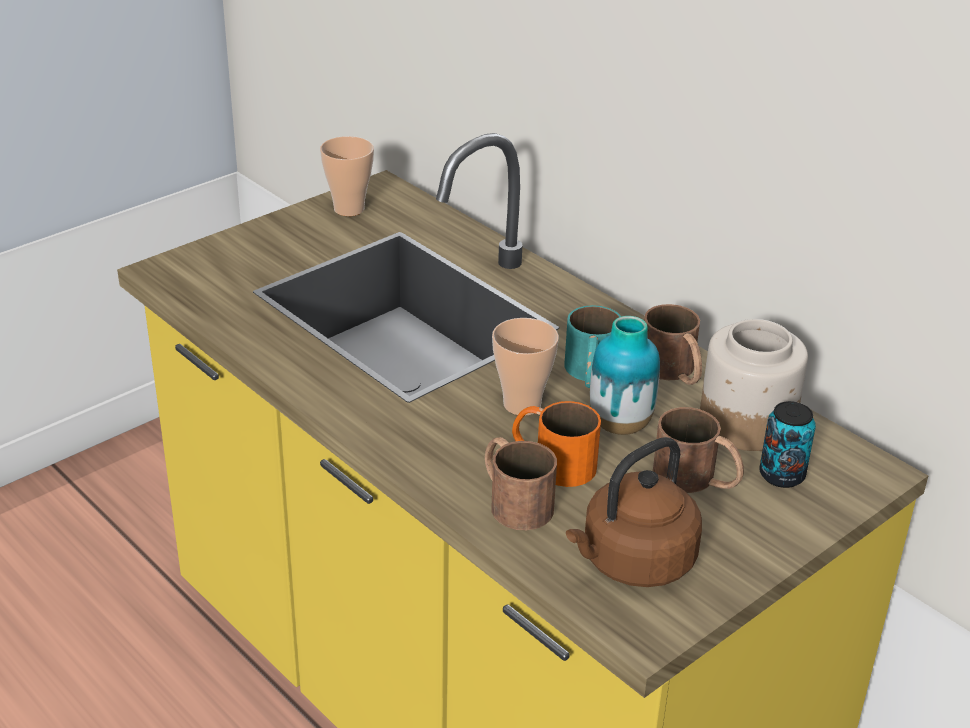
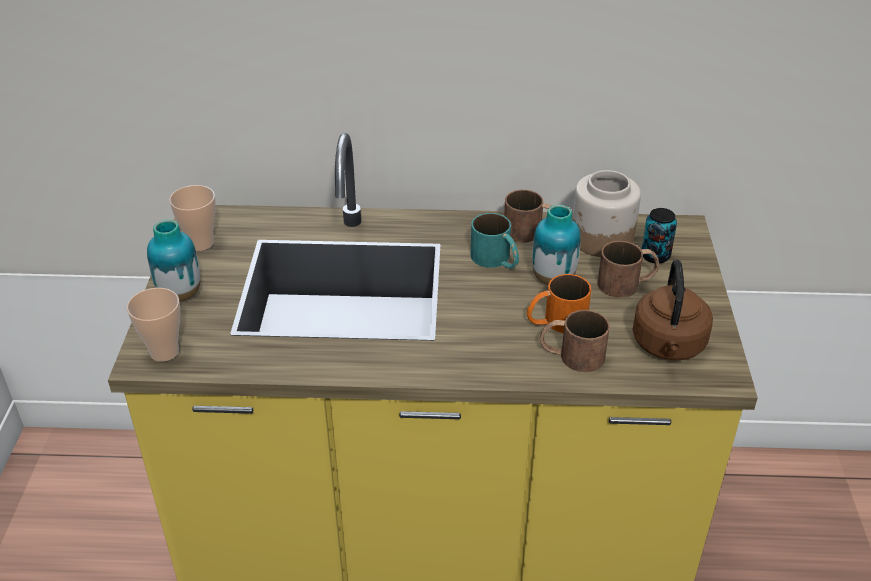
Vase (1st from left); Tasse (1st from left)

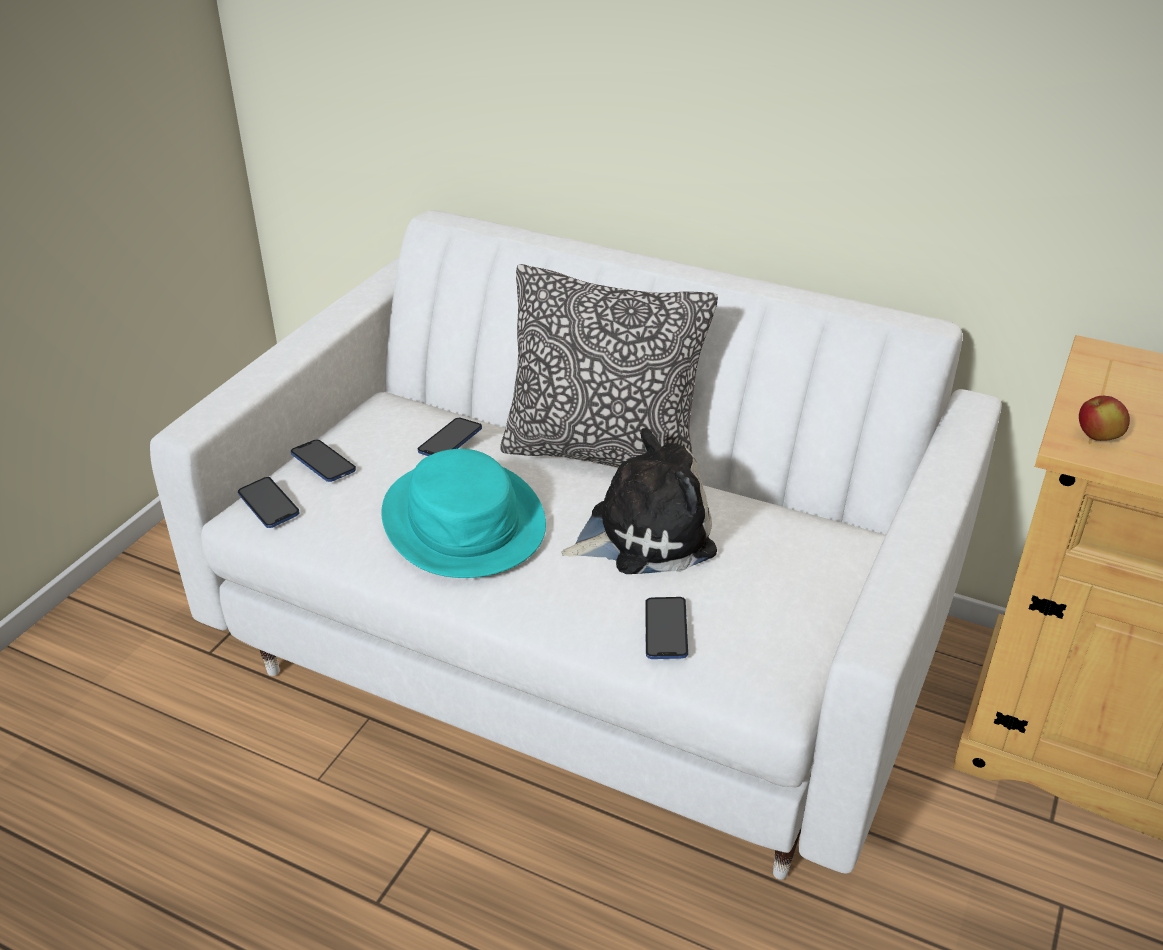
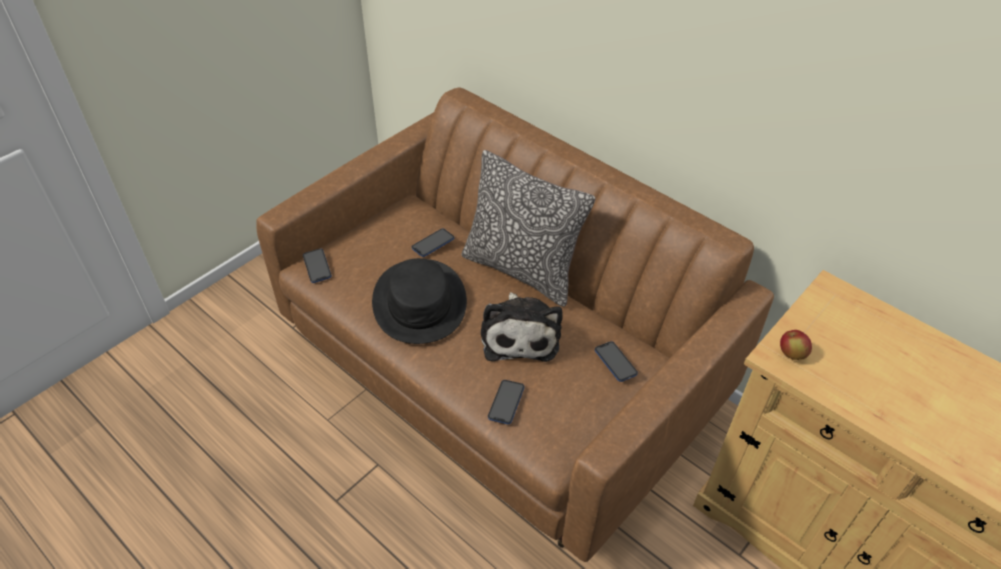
Handy (4th from left); Sofa/braun; Hut/schwarz; Plüschtier

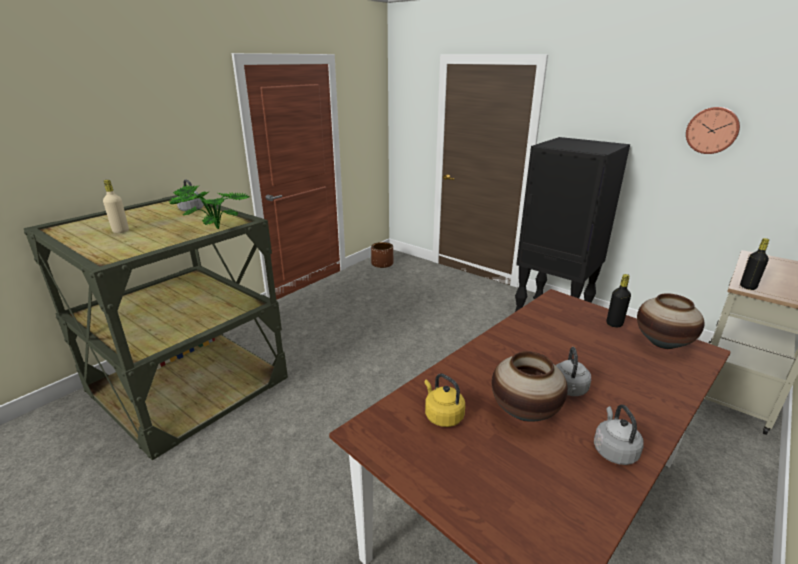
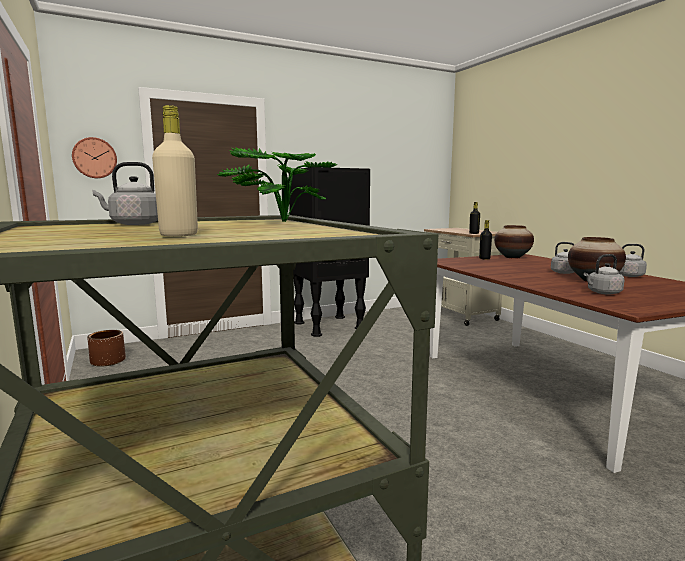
Wanduhr; Wasserkessel/grau (3rd from left)

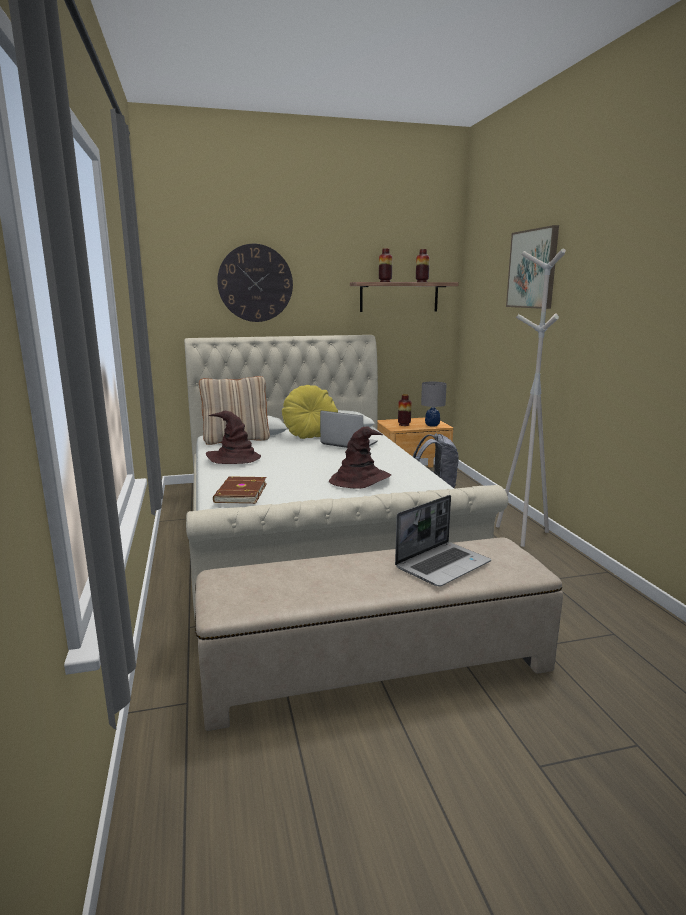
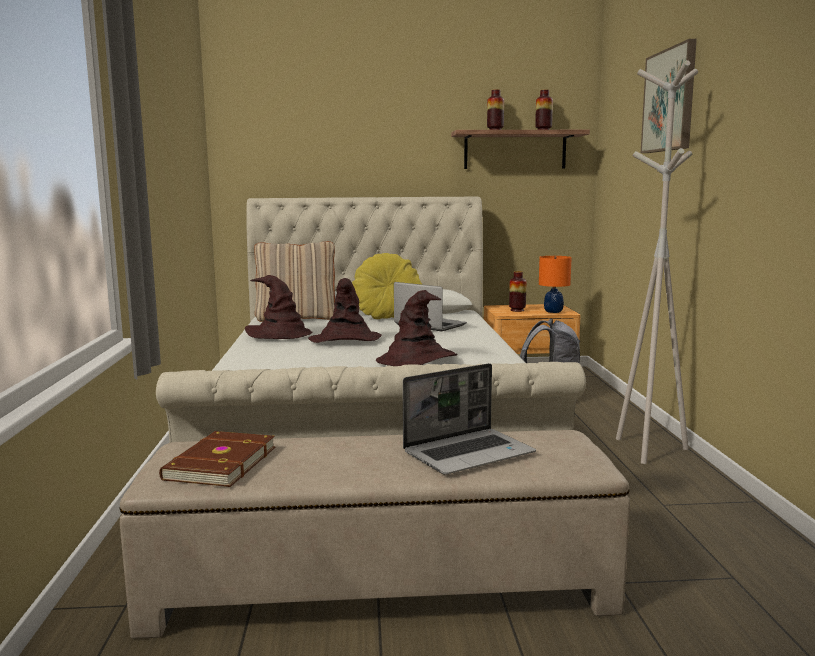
Wanduhr; Hut/braun (2nd from left); Buch/braun; Tischlampe/orange

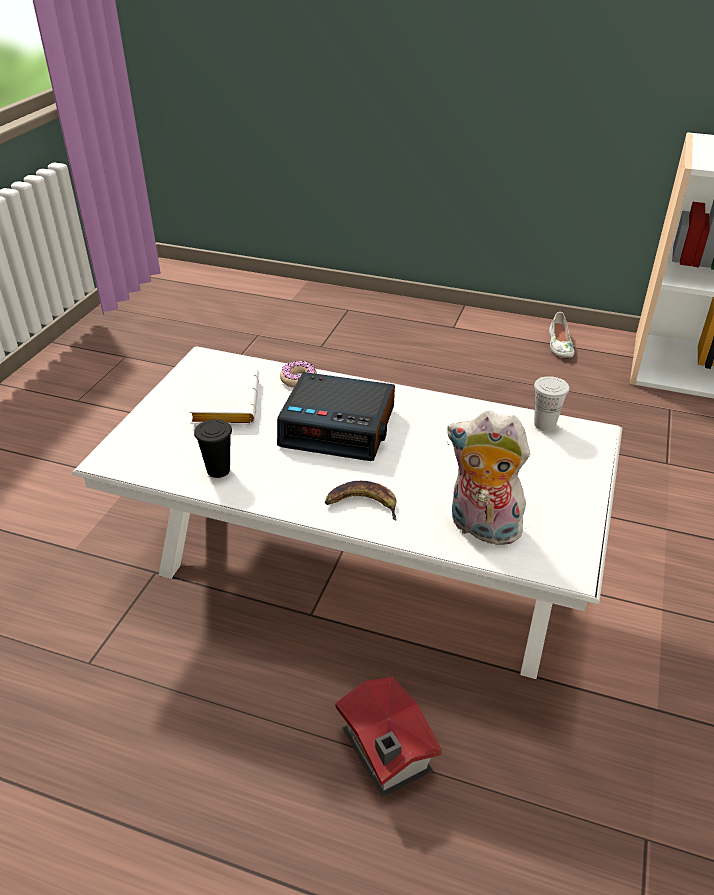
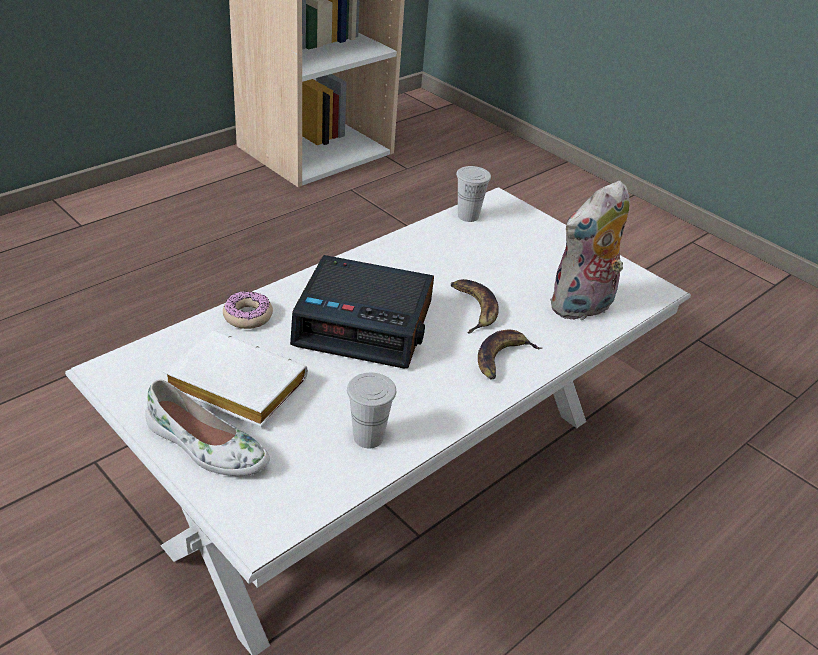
Spielzeughaus; Banane (1st from left); Schuh/weiß; Tasse/weiß (1st from left); Wecker

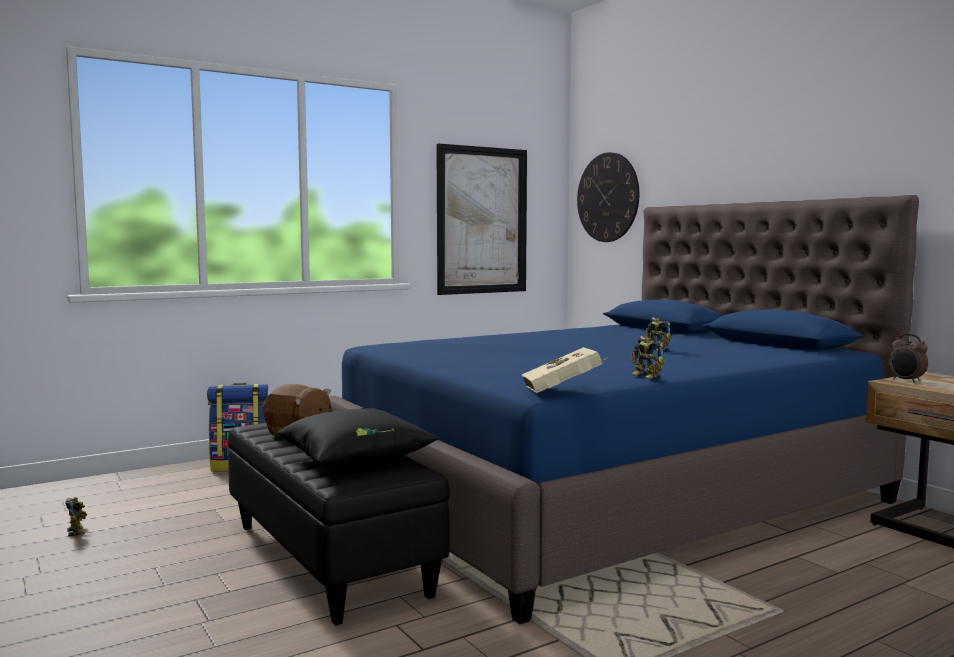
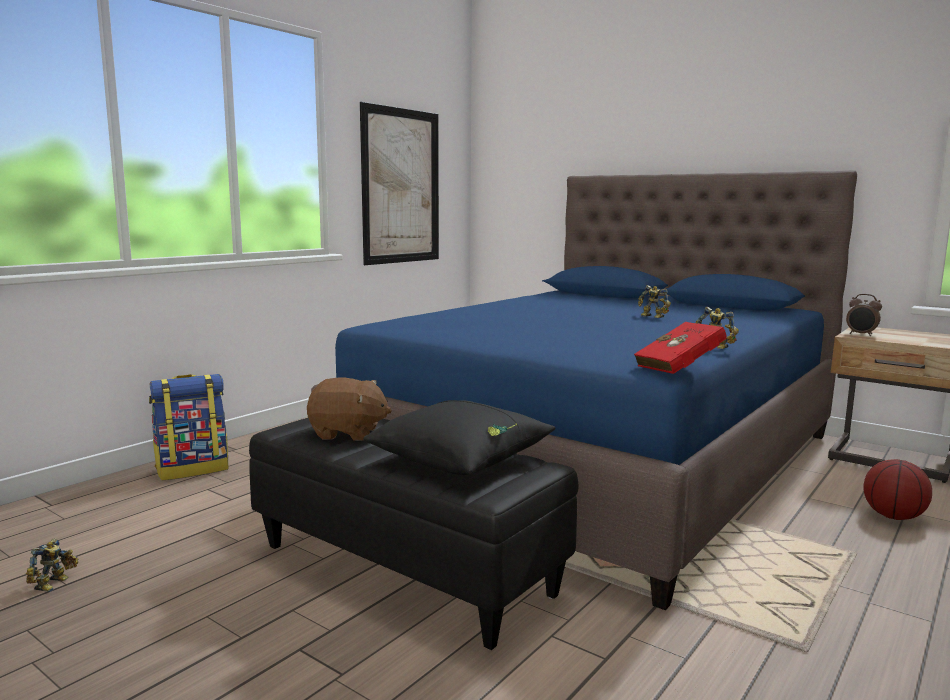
Wanduhr; Basketball; Buch/rot; Spielzeugroboter (1st from left)

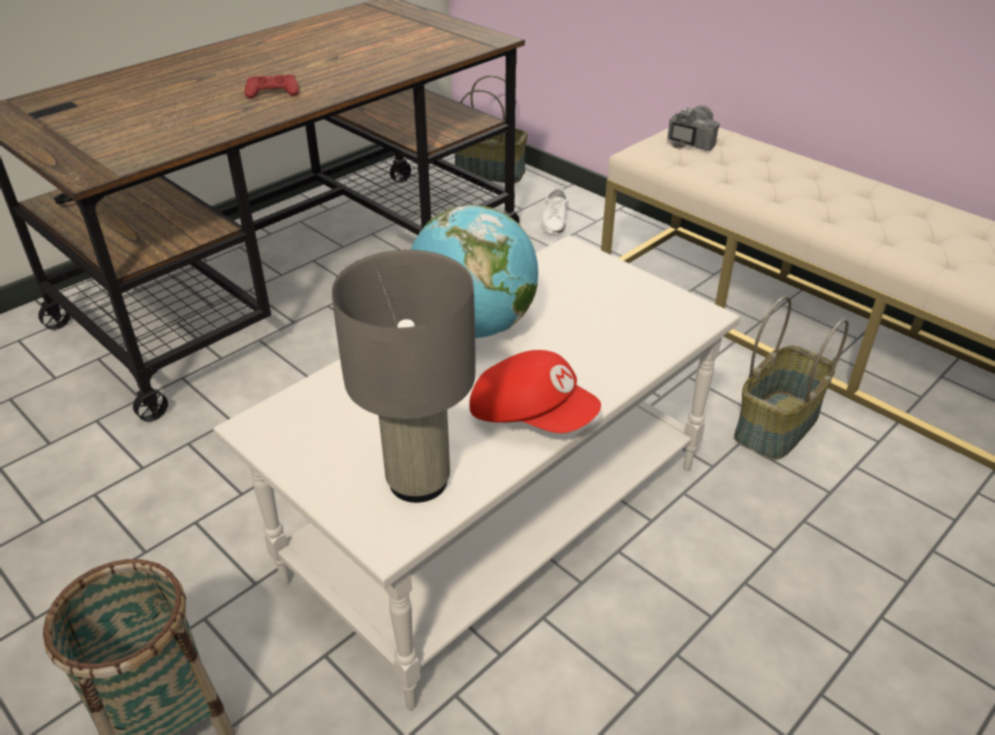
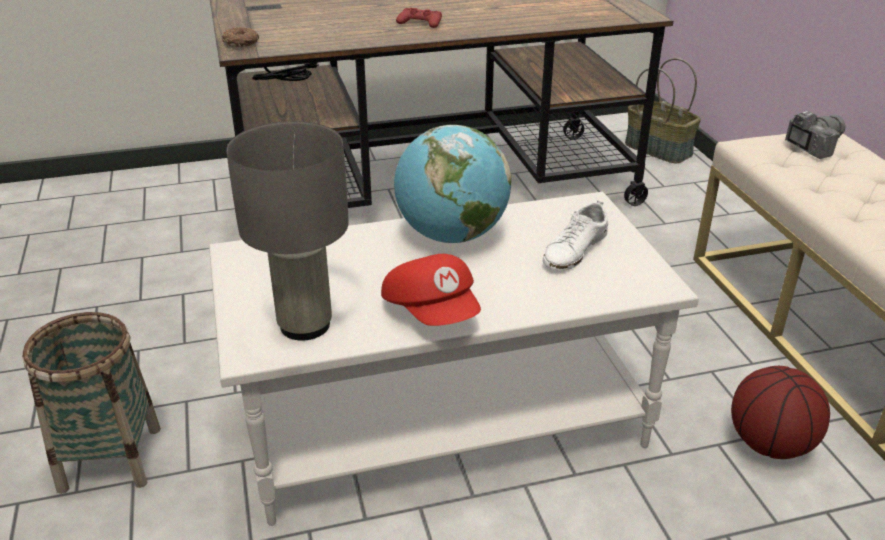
Donut; Schuh/weiß; Basketball

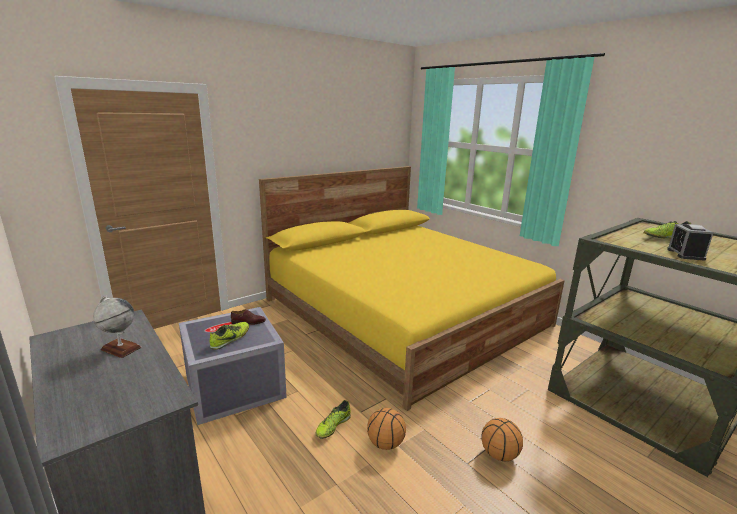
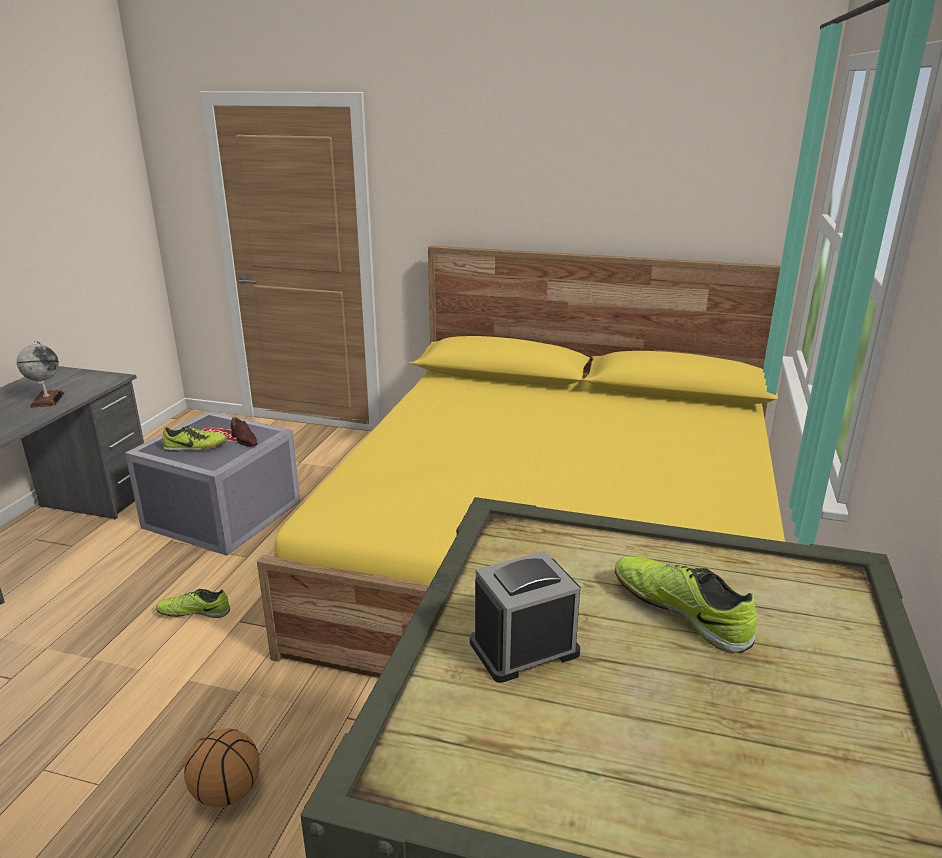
Basketball (1st from left in the first image)

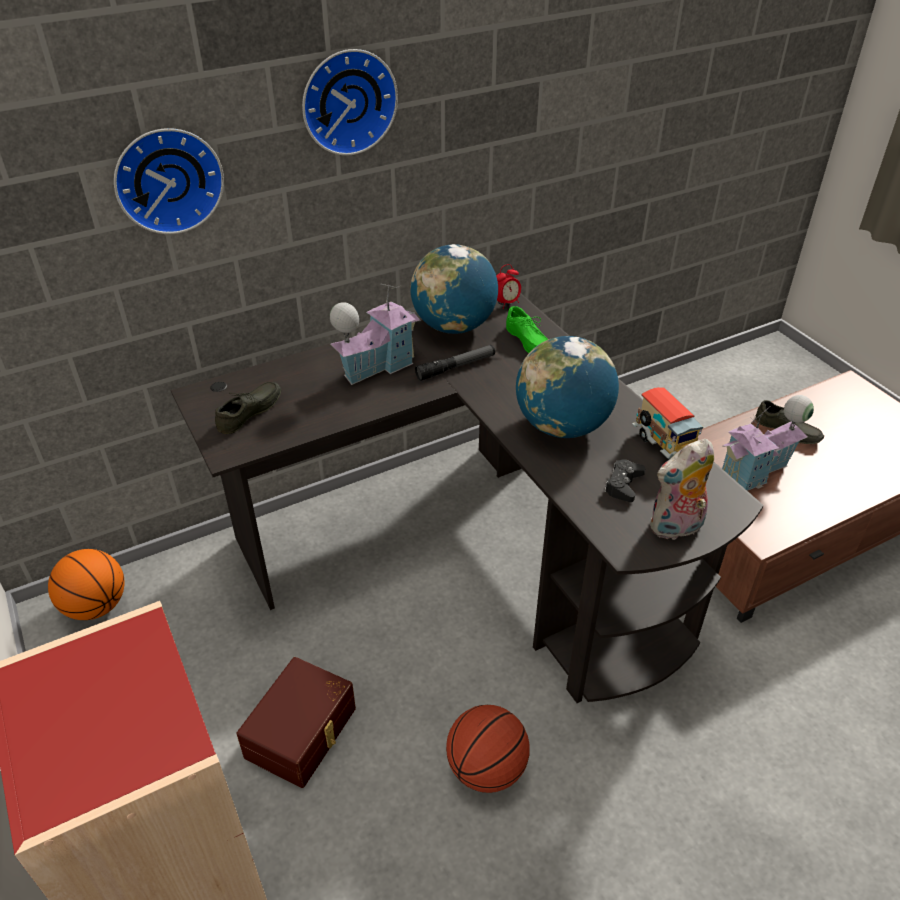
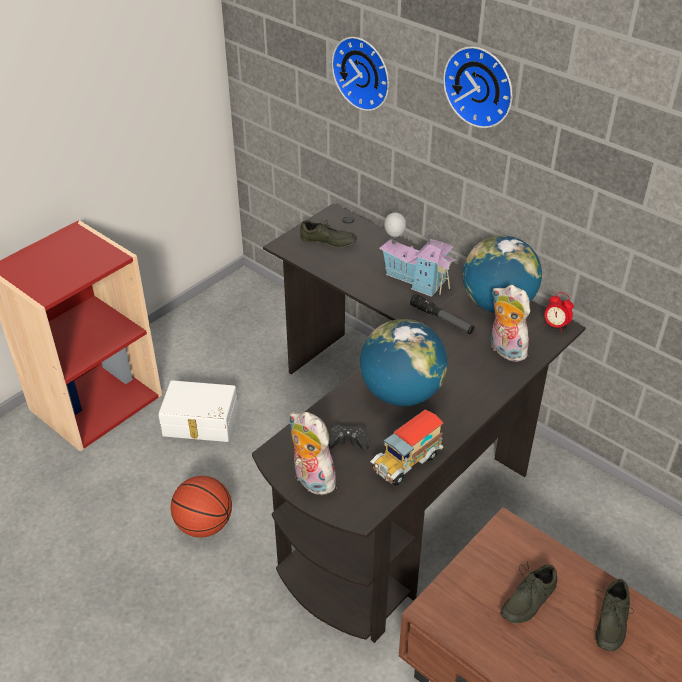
Basketball (1st from left in the first image); Plüschtier (2nd from left); Schuh/grau (2nd from left); Aufbewahrungsbox/weiß

